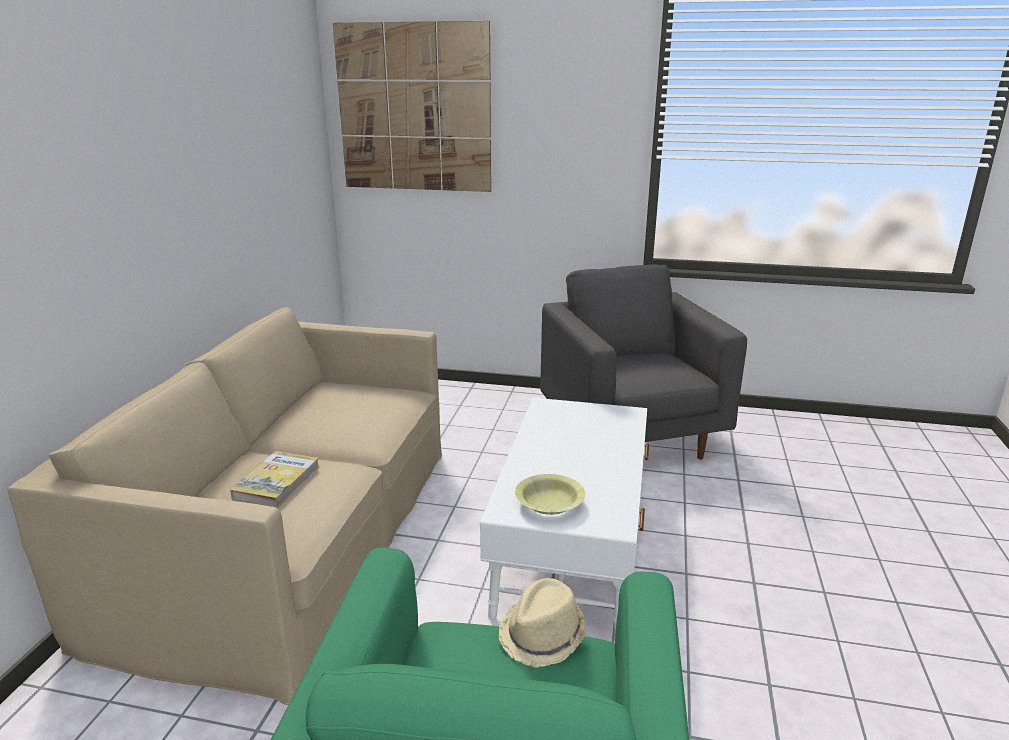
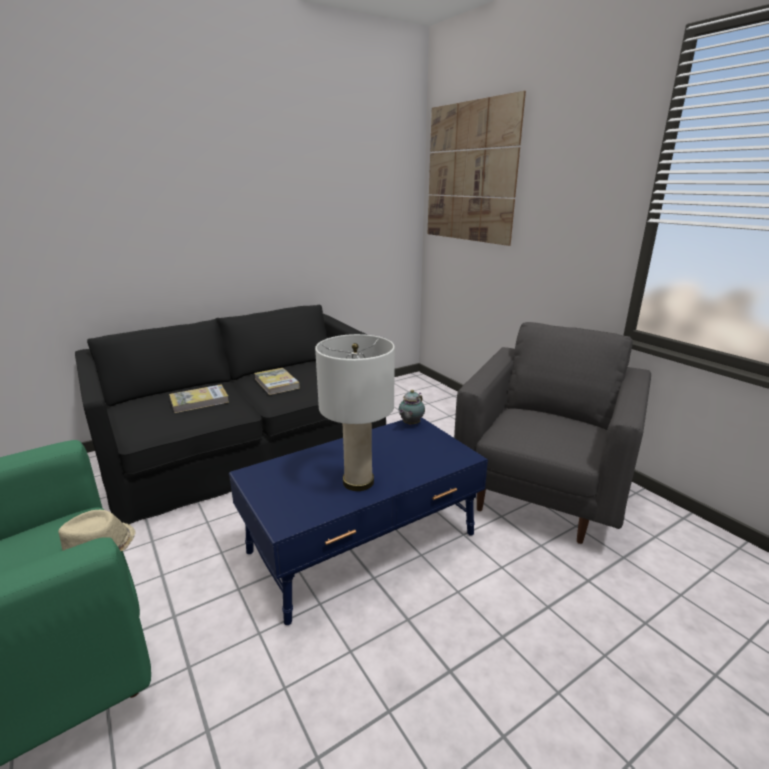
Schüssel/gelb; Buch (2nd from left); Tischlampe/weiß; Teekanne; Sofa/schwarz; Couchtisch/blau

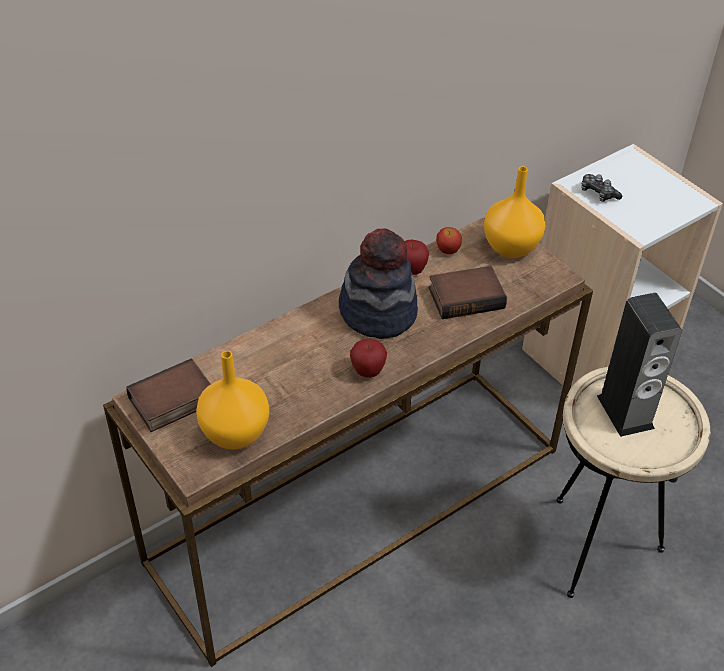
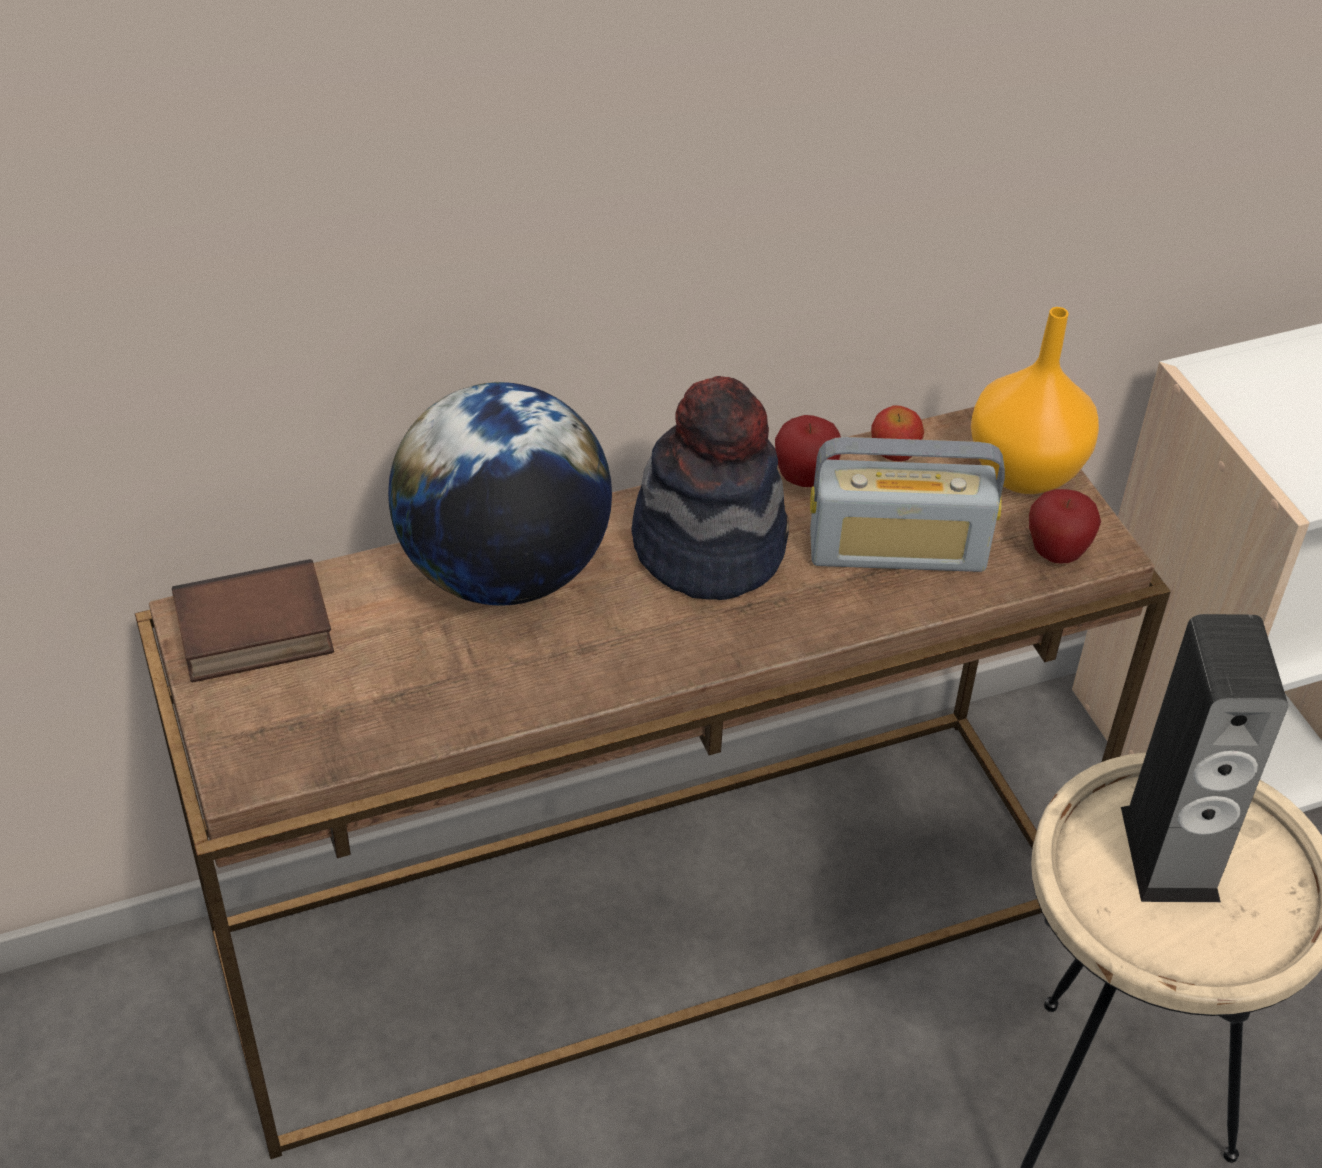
Vase/orange (1st from left in the first image); Gamepad; Globus; Apfel (3rd from left); Radio

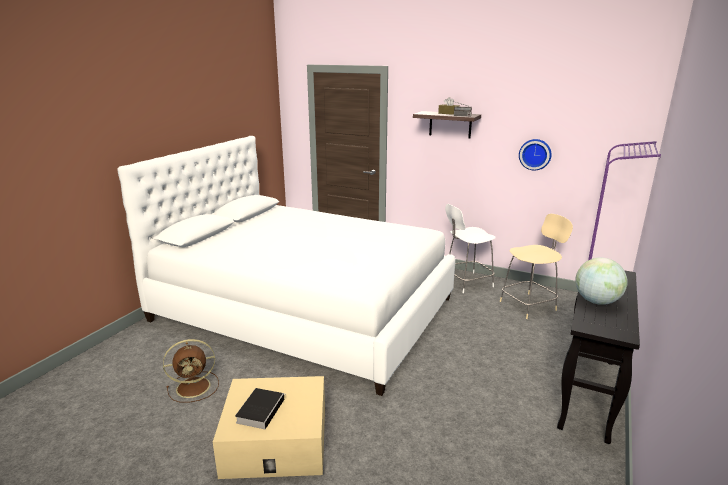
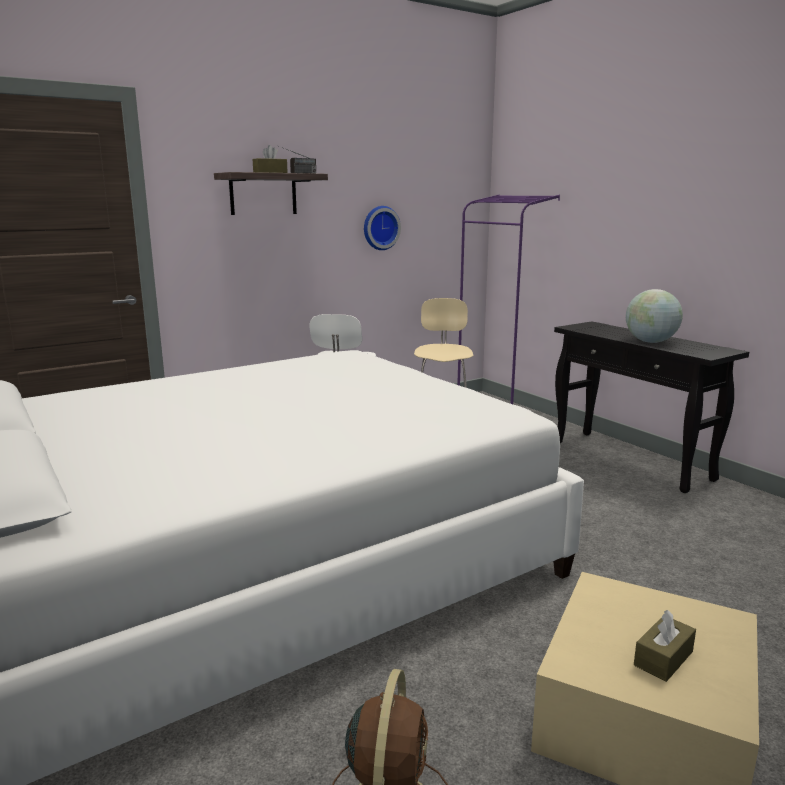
Taschentuchbox/braun (2nd from left)

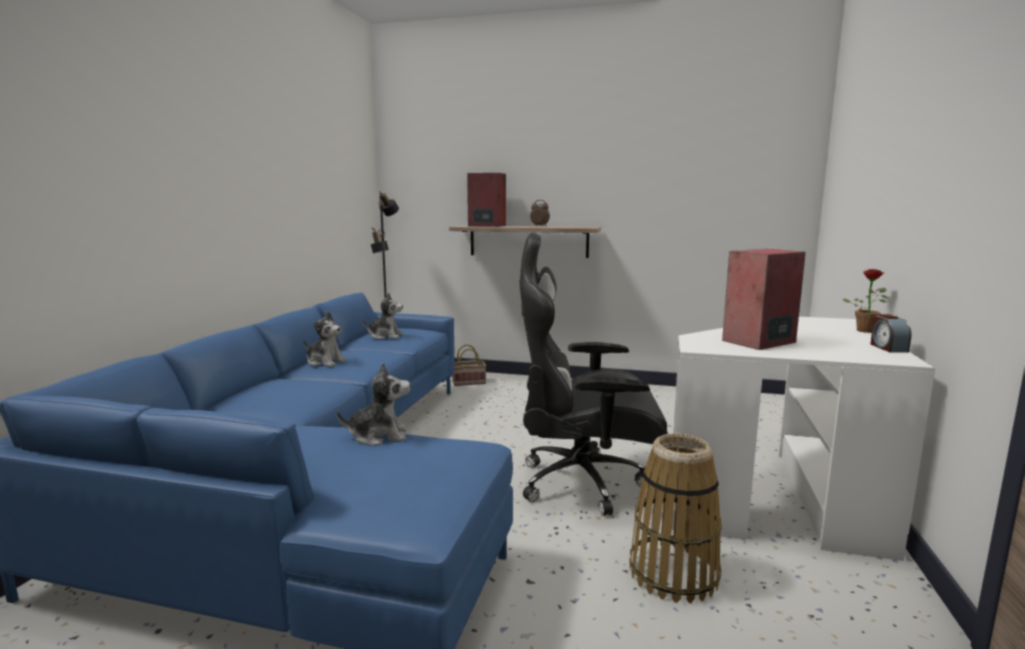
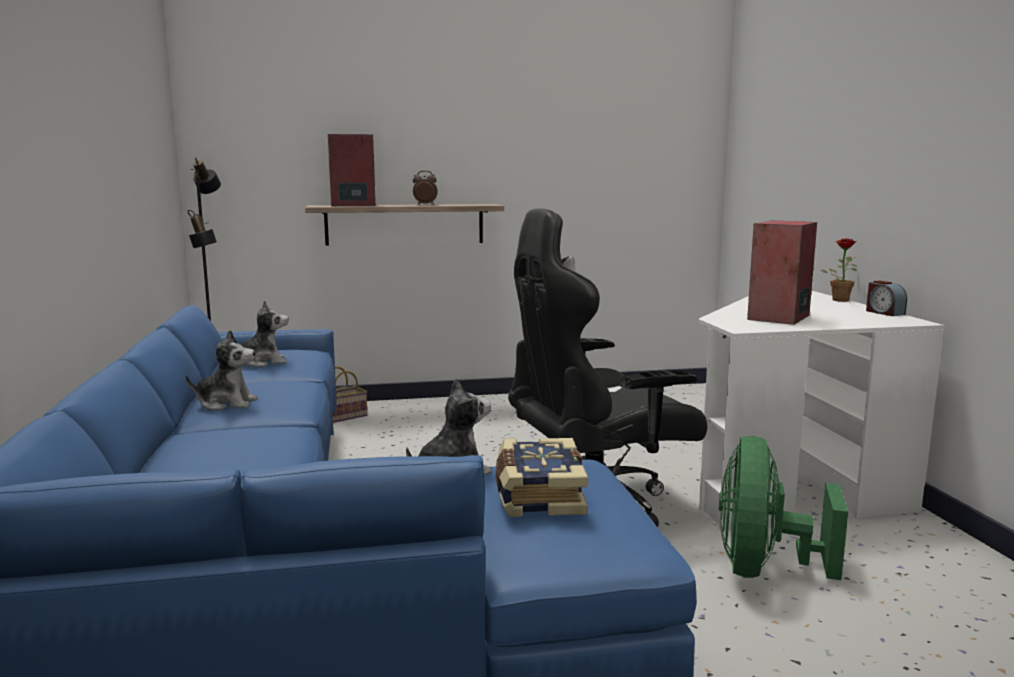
Buch; Ventilator/grün

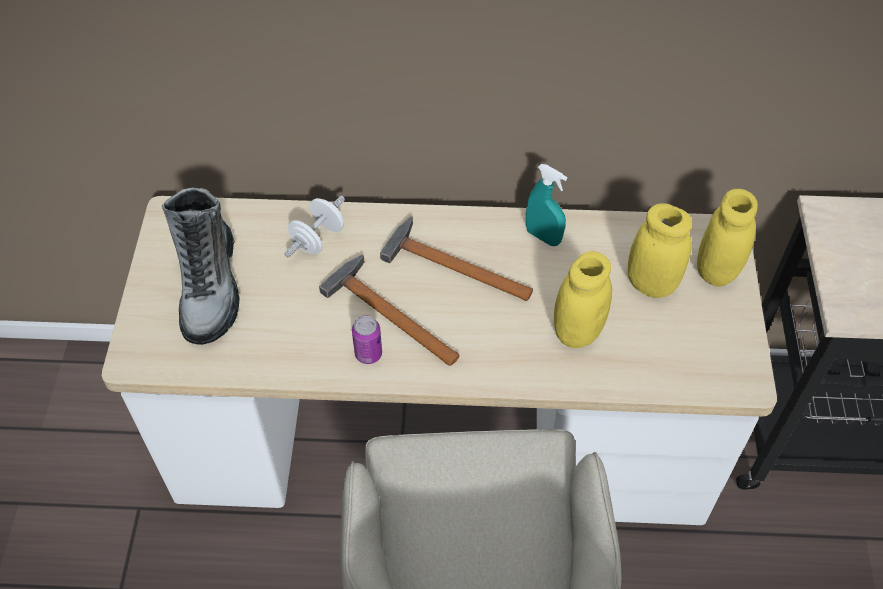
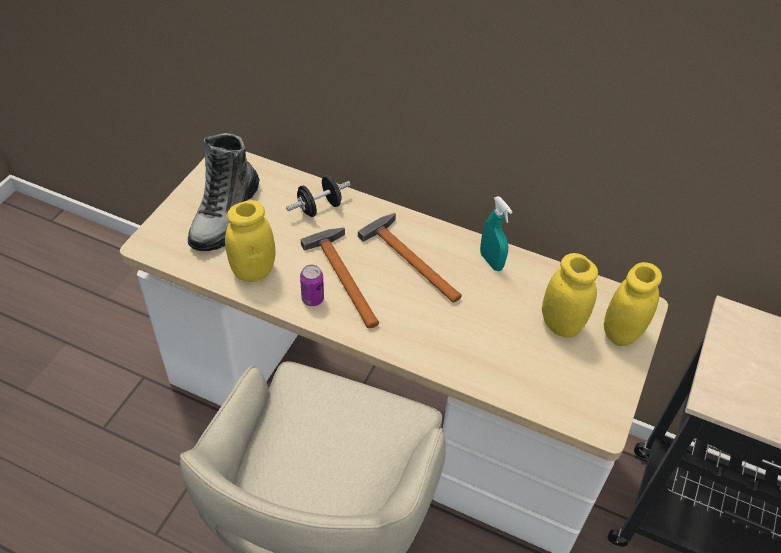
Vorratsglas/gelb (1st from left); Hantel/schwarz

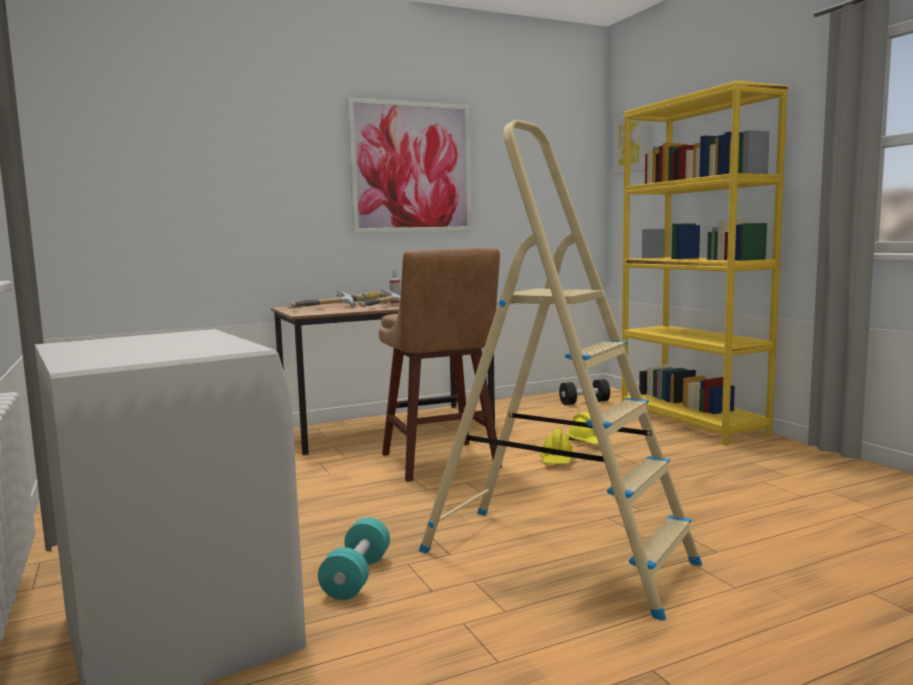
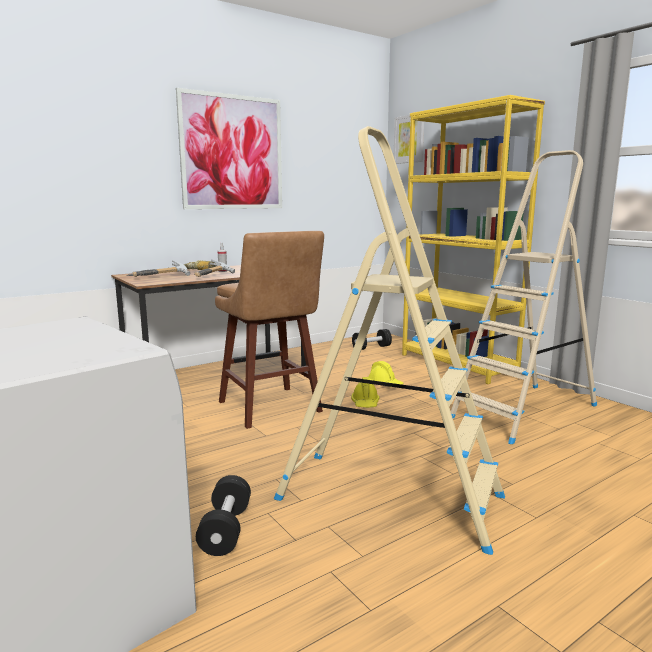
Trittleiter/beige (2nd from left); Hantel/schwarz (1st from left)

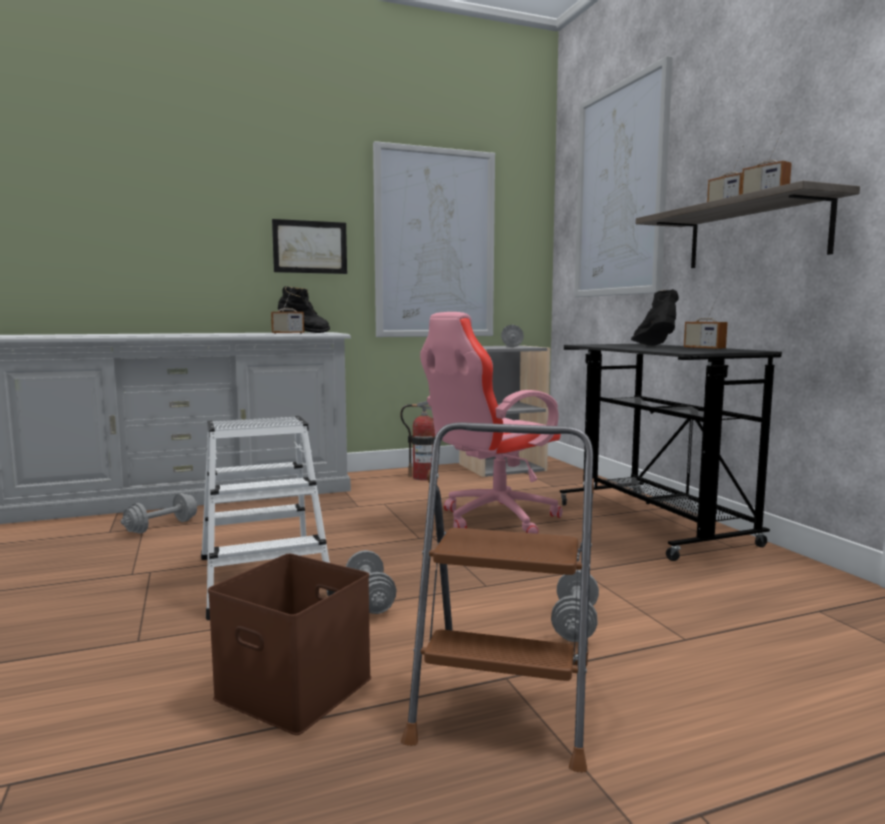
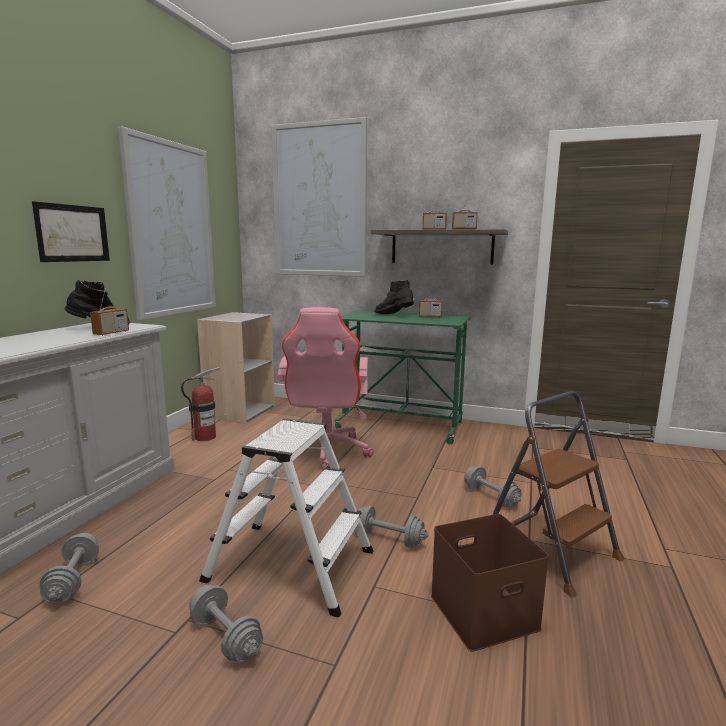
Hantel/grau (2nd from left); Schreibtisch/grün

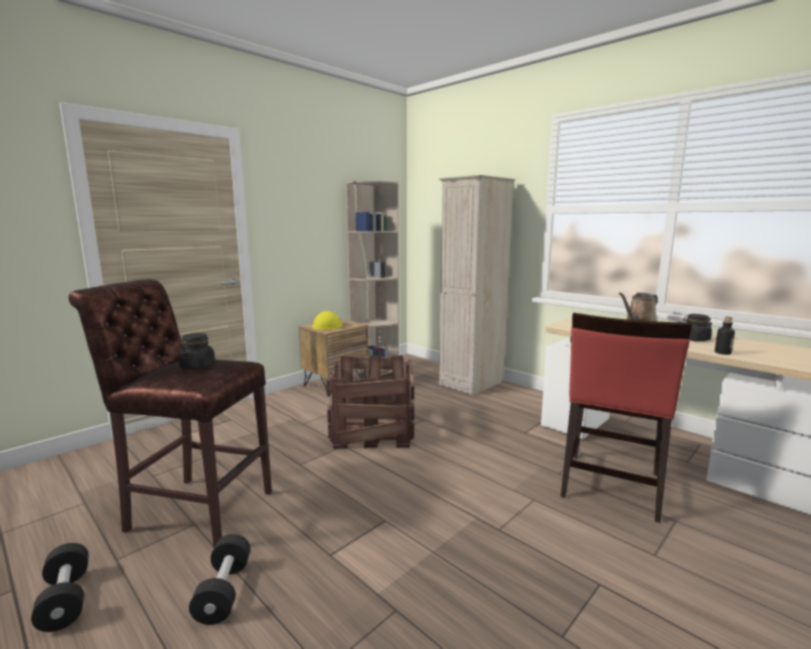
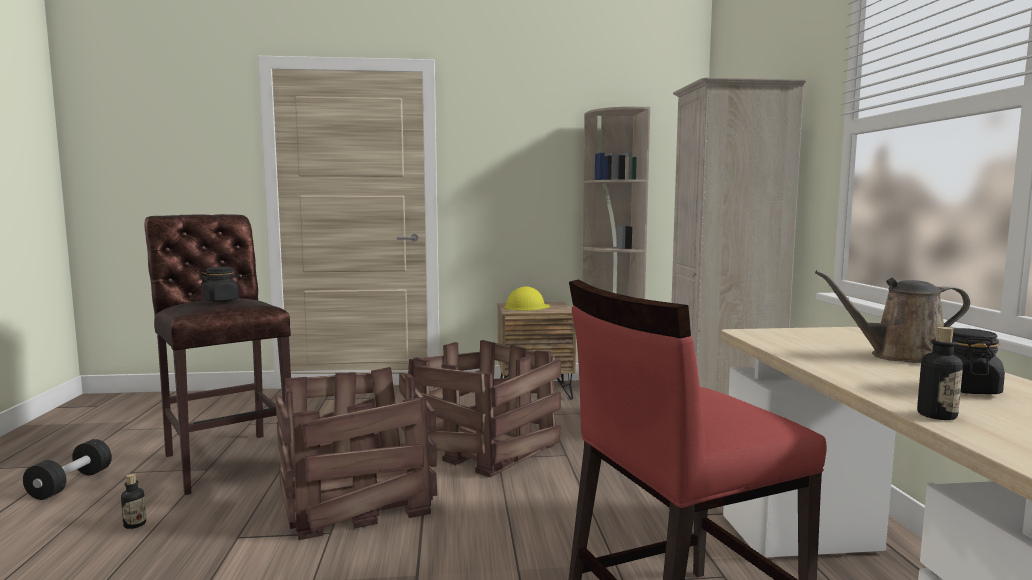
Kiste (1st from left); Flasche (1st from left)

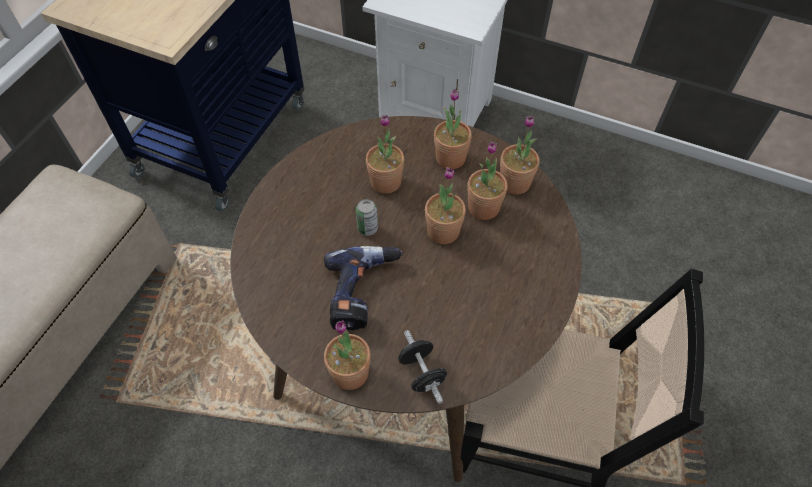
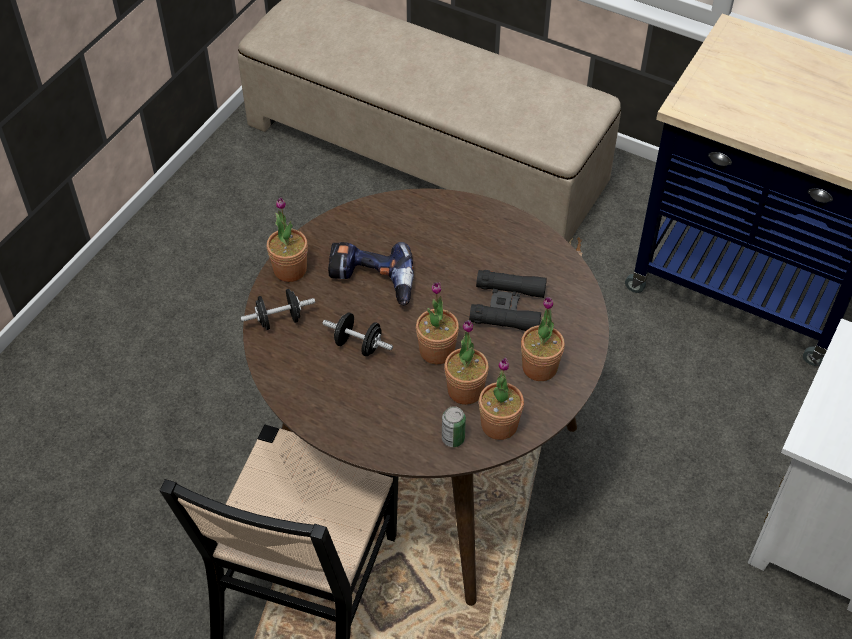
Hantel/schwarz (2nd from left); Dose; Fernglas/schwarz

